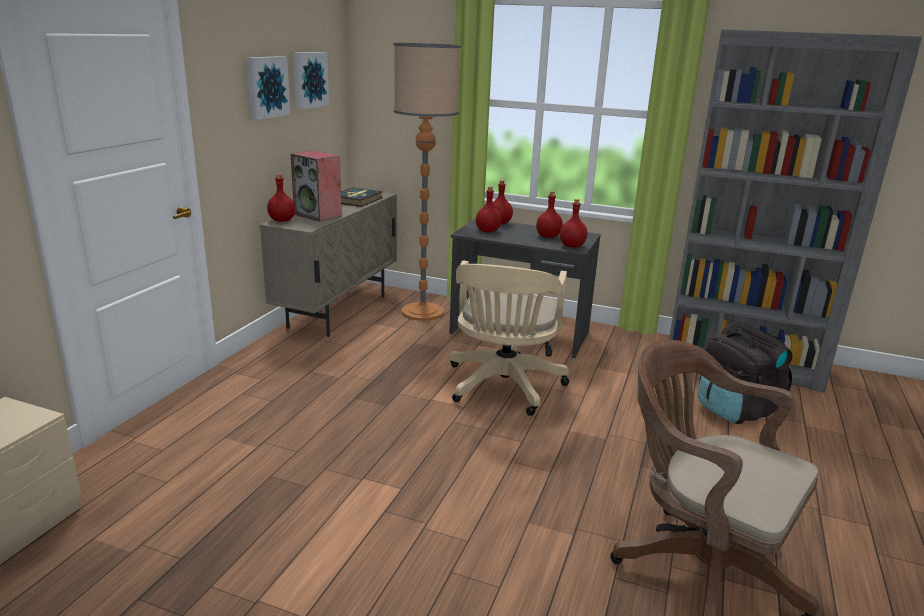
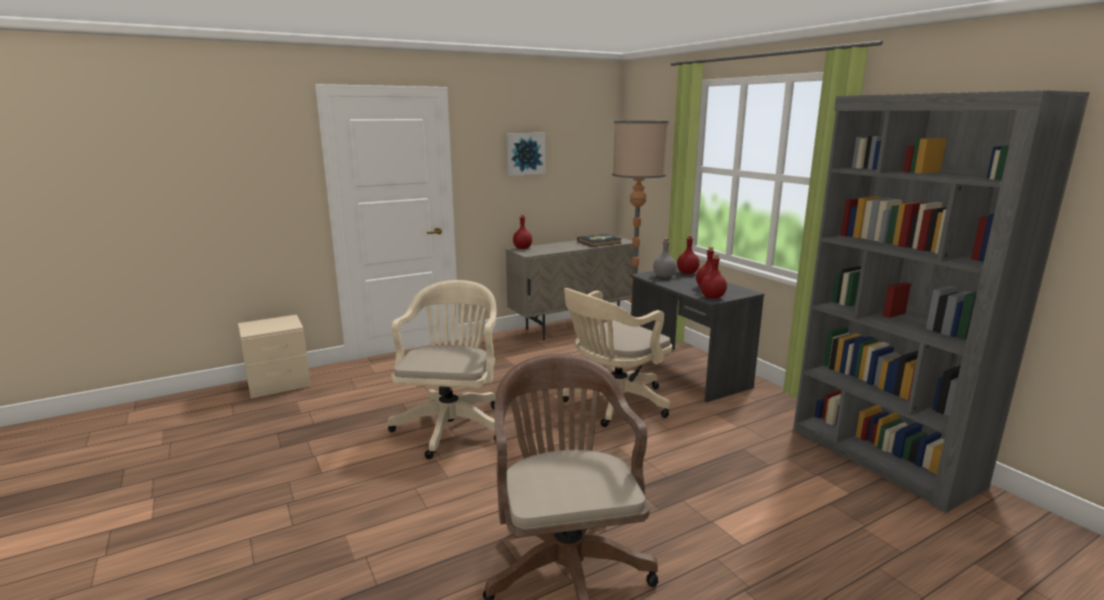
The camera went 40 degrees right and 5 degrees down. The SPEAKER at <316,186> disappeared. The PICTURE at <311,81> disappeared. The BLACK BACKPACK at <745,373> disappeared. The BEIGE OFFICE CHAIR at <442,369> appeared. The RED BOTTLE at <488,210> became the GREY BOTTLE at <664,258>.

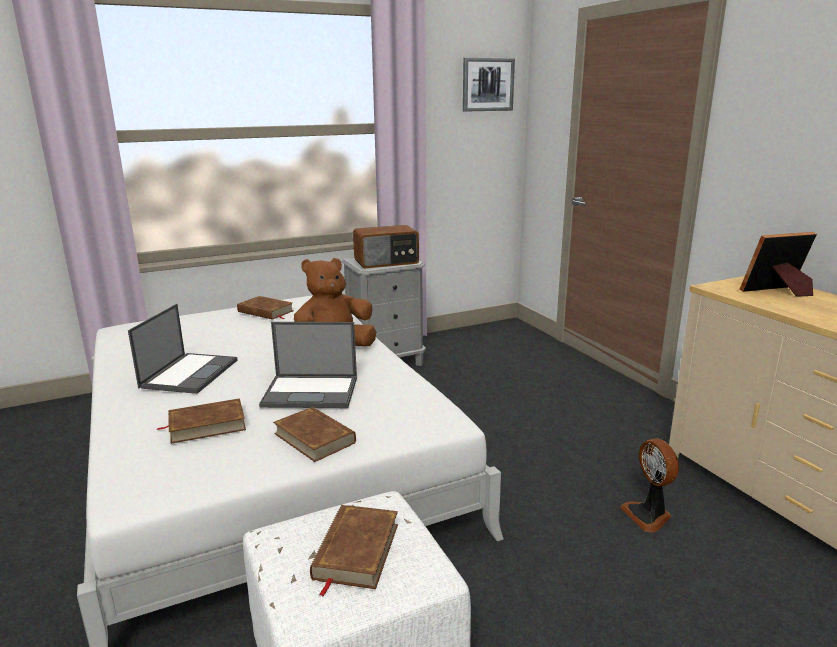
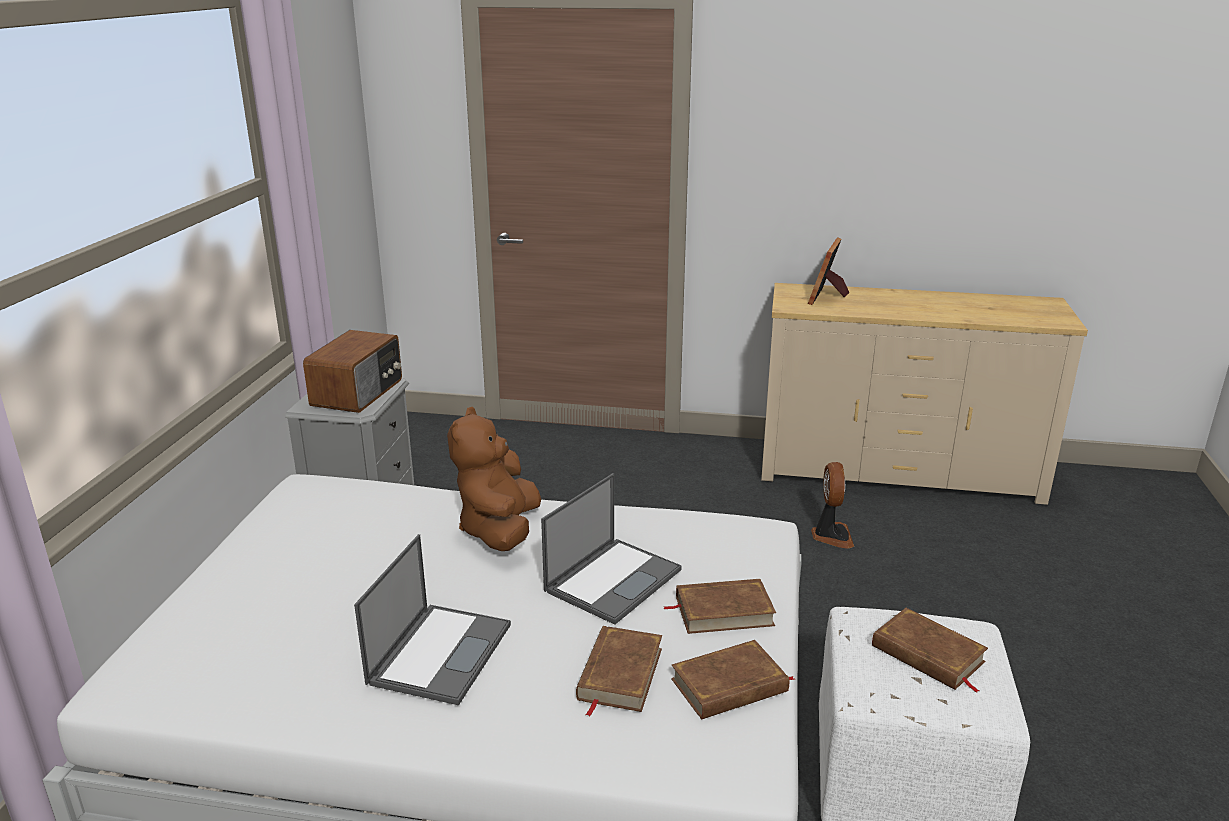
The camera went 55 degrees left and 5 degrees up. The PICTURE at <489,85> disappeared. The BROWN BOOK moved from <265,308> to <733,679>. The LAPTOP at <182,349> turned 60 degrees clockwise. The FAN at <649,486> turned 105 degrees counterclockwise.

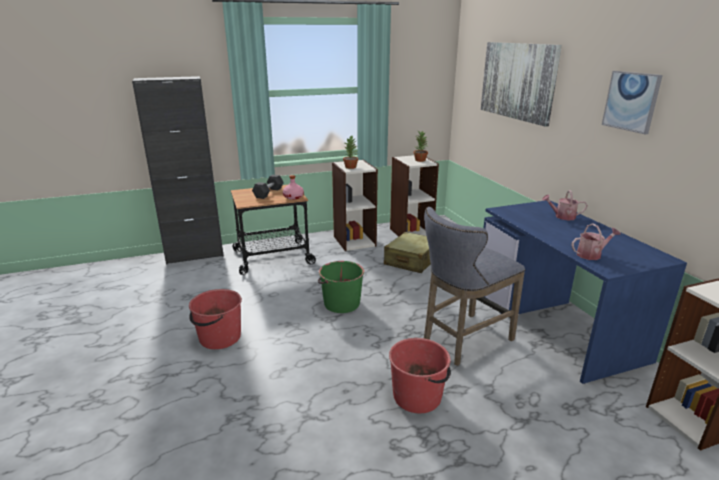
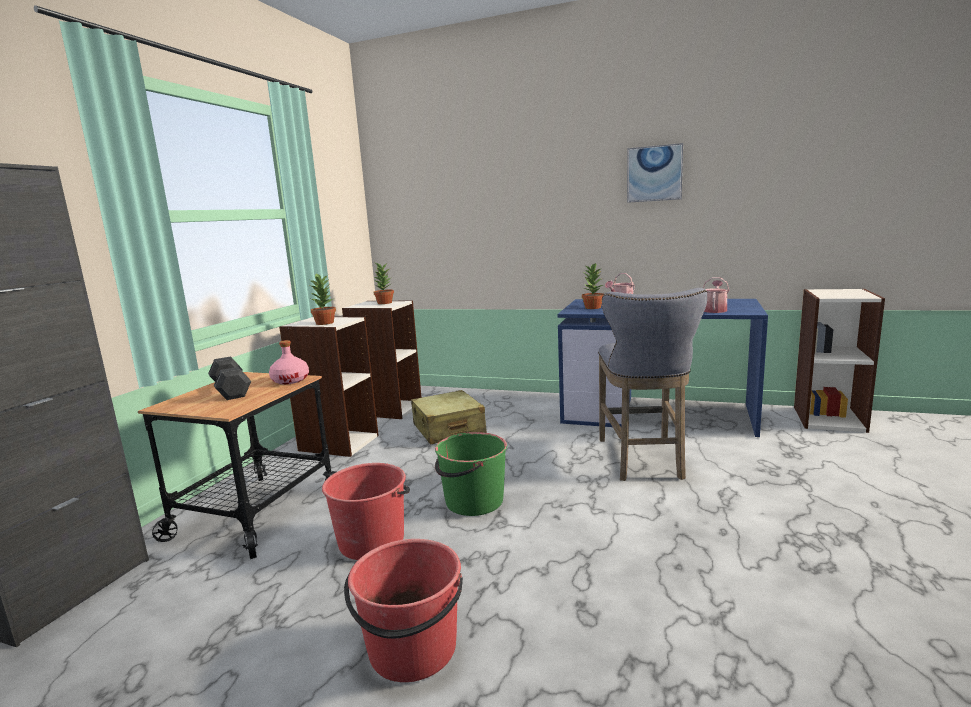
The camera went 50 degrees left and 10 degrees down. The PICTURE at <521,84> disappeared. The POTTED PLANT at <593,286> appeared. The RED BUCKET moved from <420,375> to <366,511>.

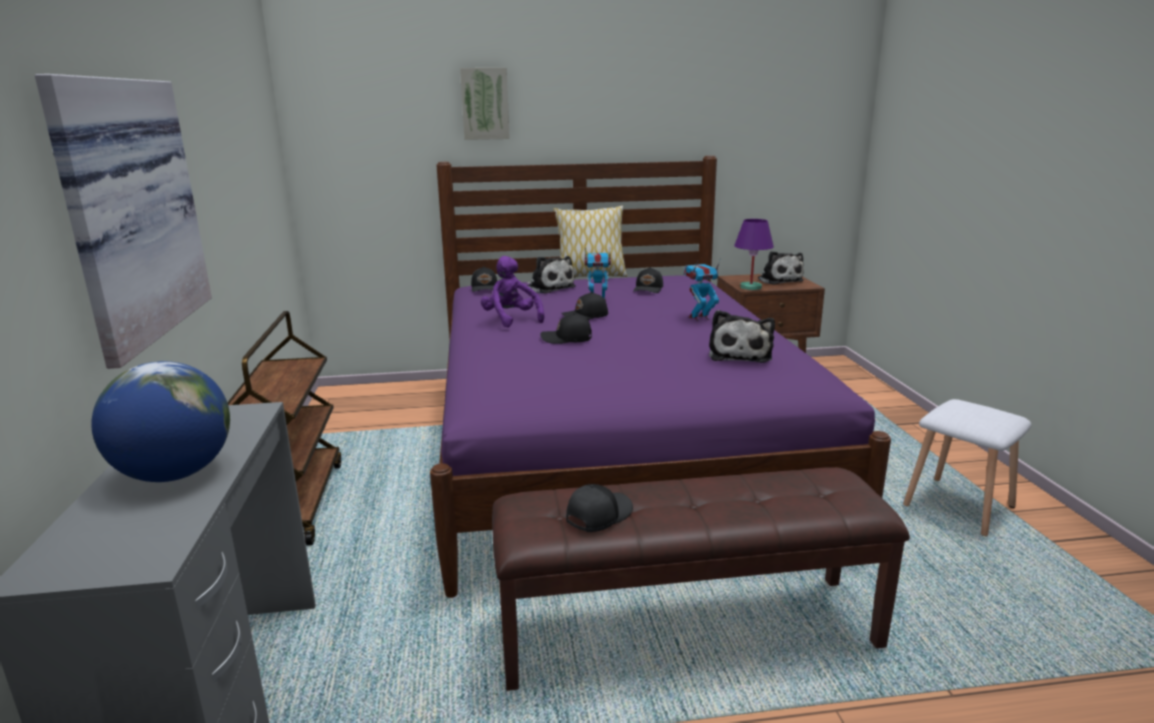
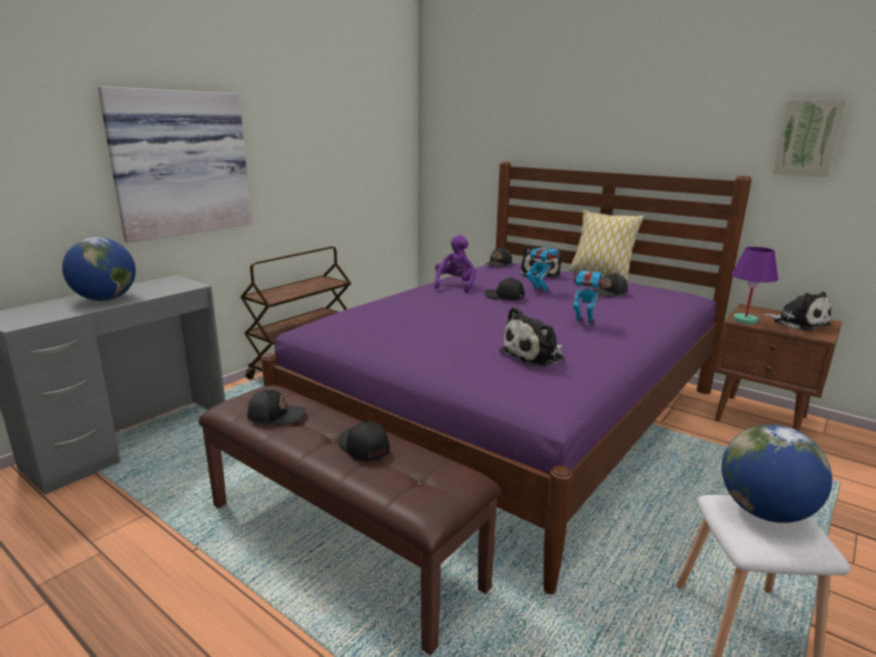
The camera went 45 degrees right and 0 degrees up. The GLOBE at <777,474> appeared. The PICTURE moved from <485,104> to <810,138>. The BLACK CAP moved from <566,328> to <364,441>. The PLUSH TOY at <781,268> turned 60 degrees counterclockwise.

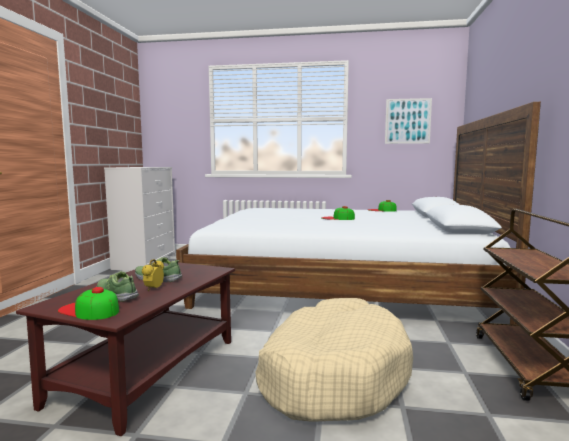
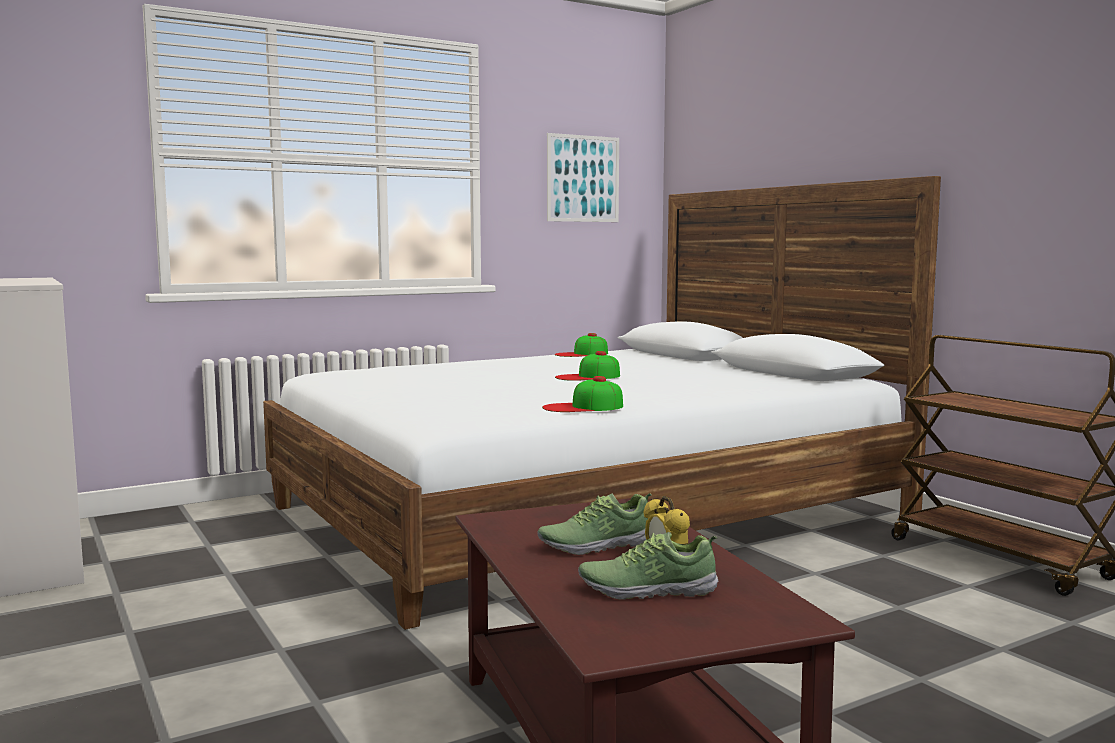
The camera went 40 degrees left and 0 degrees up. The BEIGE DOG BED at <334,360> disappeared. The CAP moved from <88,303> to <582,394>.

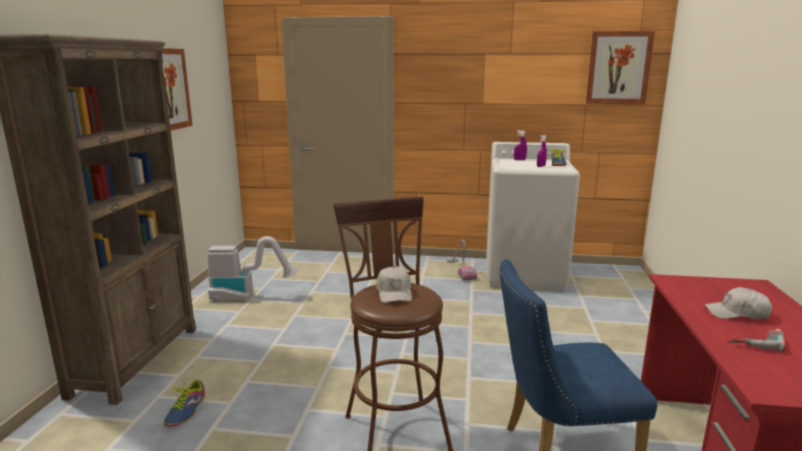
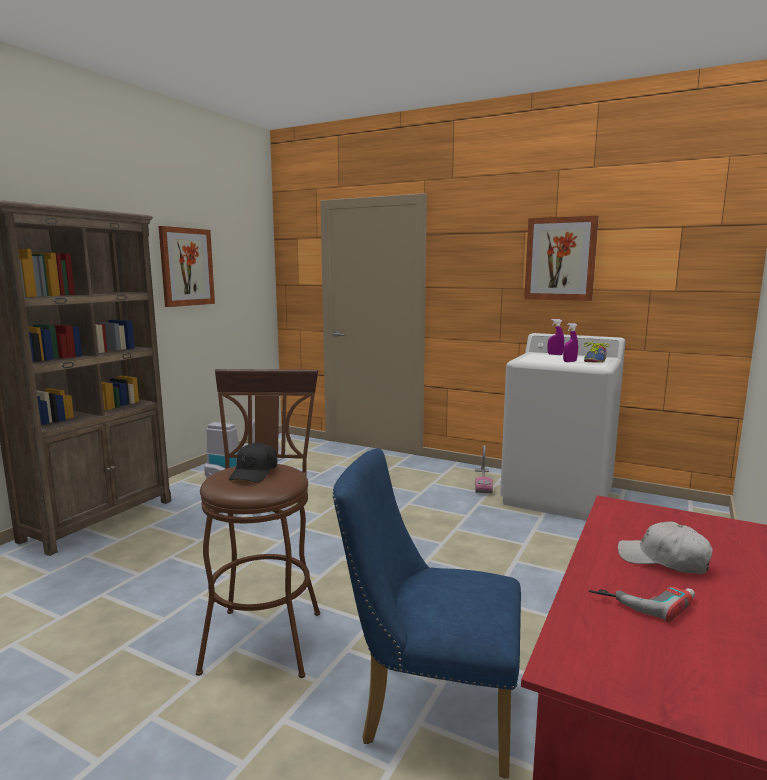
The camera went 20 degrees right and 5 degrees down. The SHOE at <185,403> disappeared. The PICTURE moved from <620,67> to <561,258>. The WHITE CAP at <394,284> became the BLACK CAP at <253,462>.

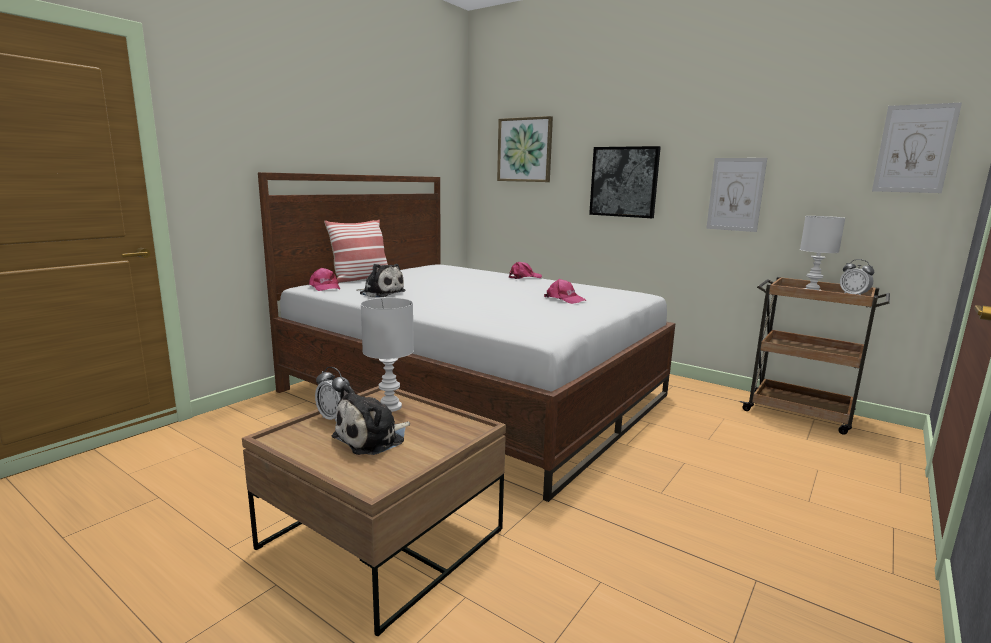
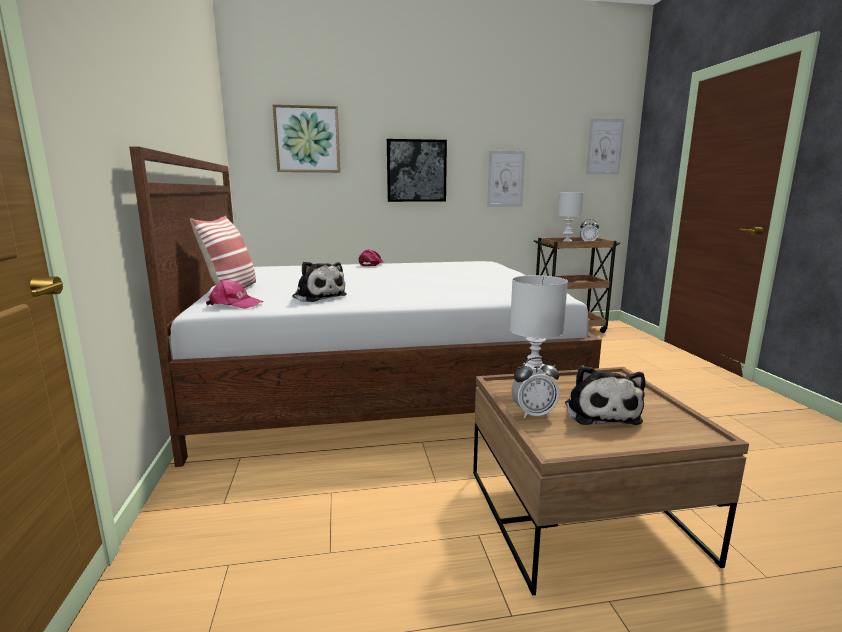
The camera went 45 degrees left and 0 degrees up. The PINK CAP at <565,291> disappeared. The PLUSH TOY at <381,280> turned 60 degrees clockwise.

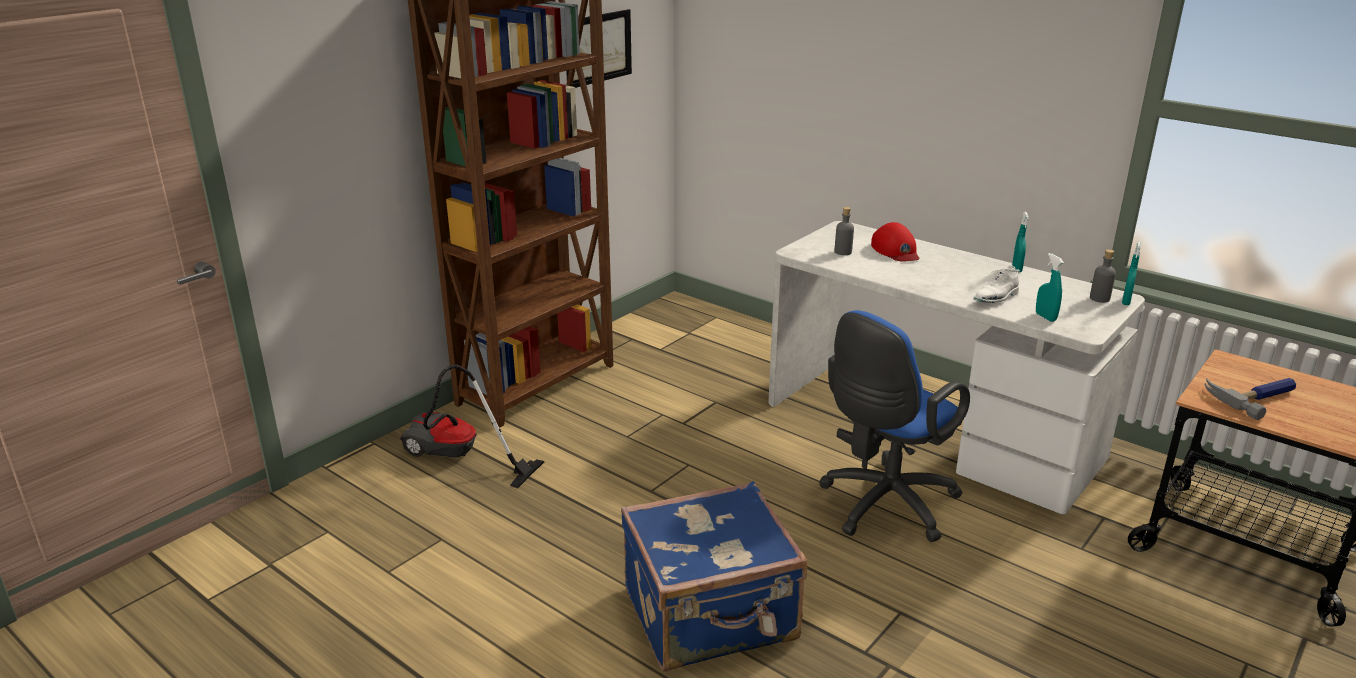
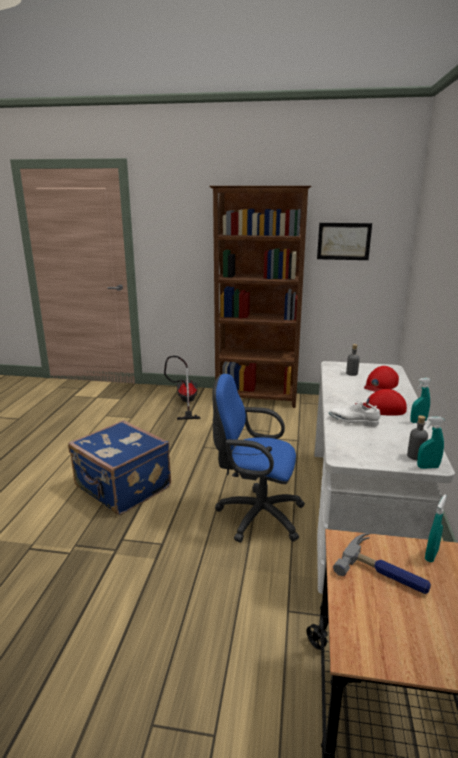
The camera went 60 degrees right and 5 degrees down. The RED CAP at <381,402> appeared. The TURQUOISE SPRAY BOTTLE moved from <1050,287> to <435,528>.

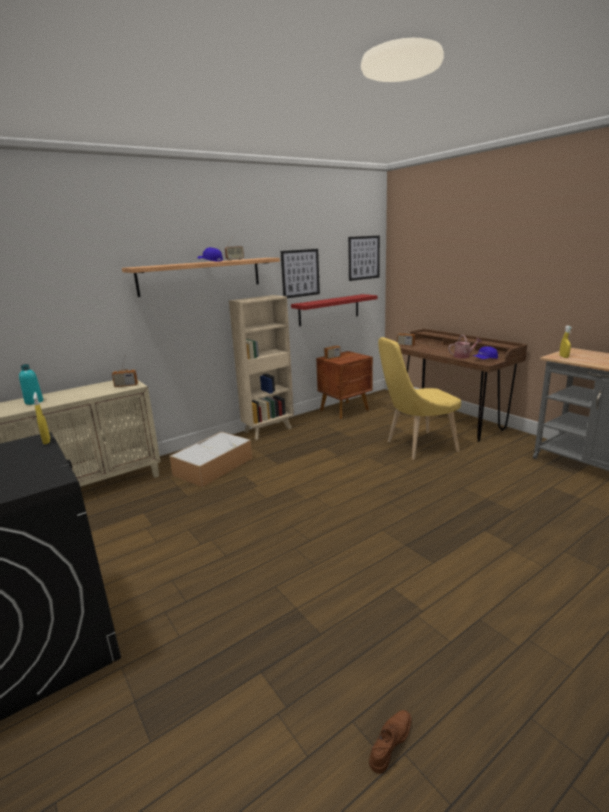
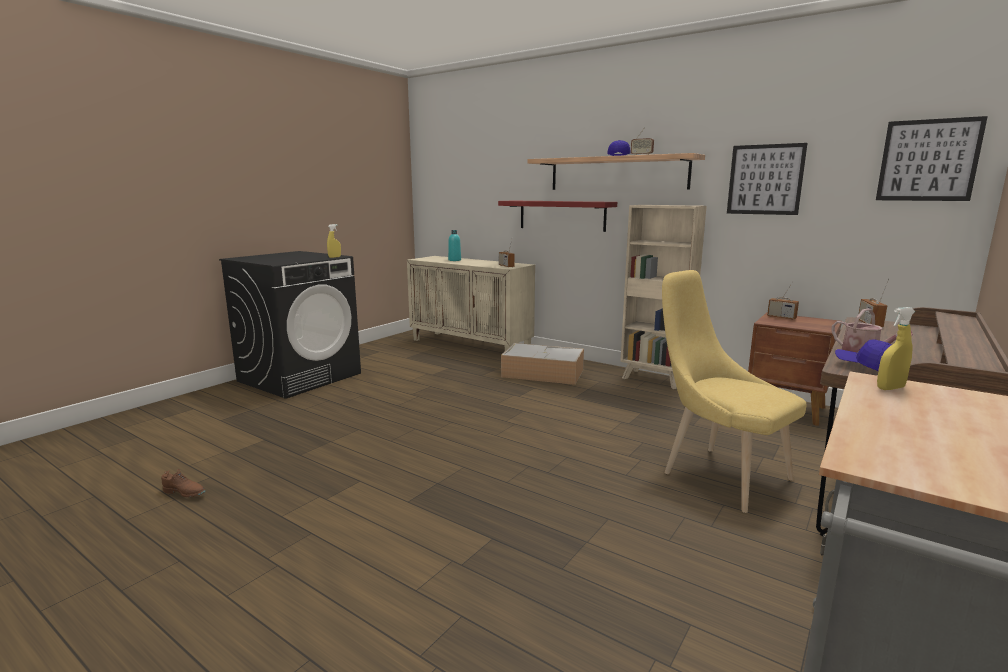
The camera went 70 degrees right and 5 degrees down. The RED SHELF moved from <334,310> to <557,216>.

